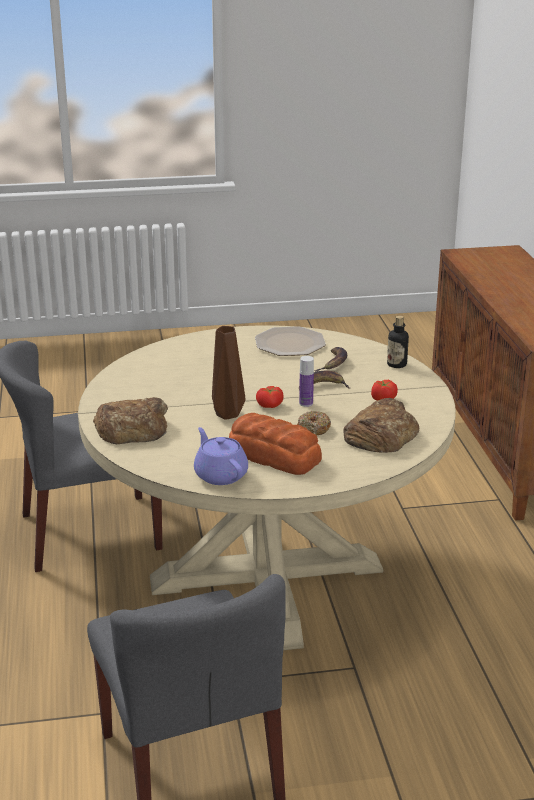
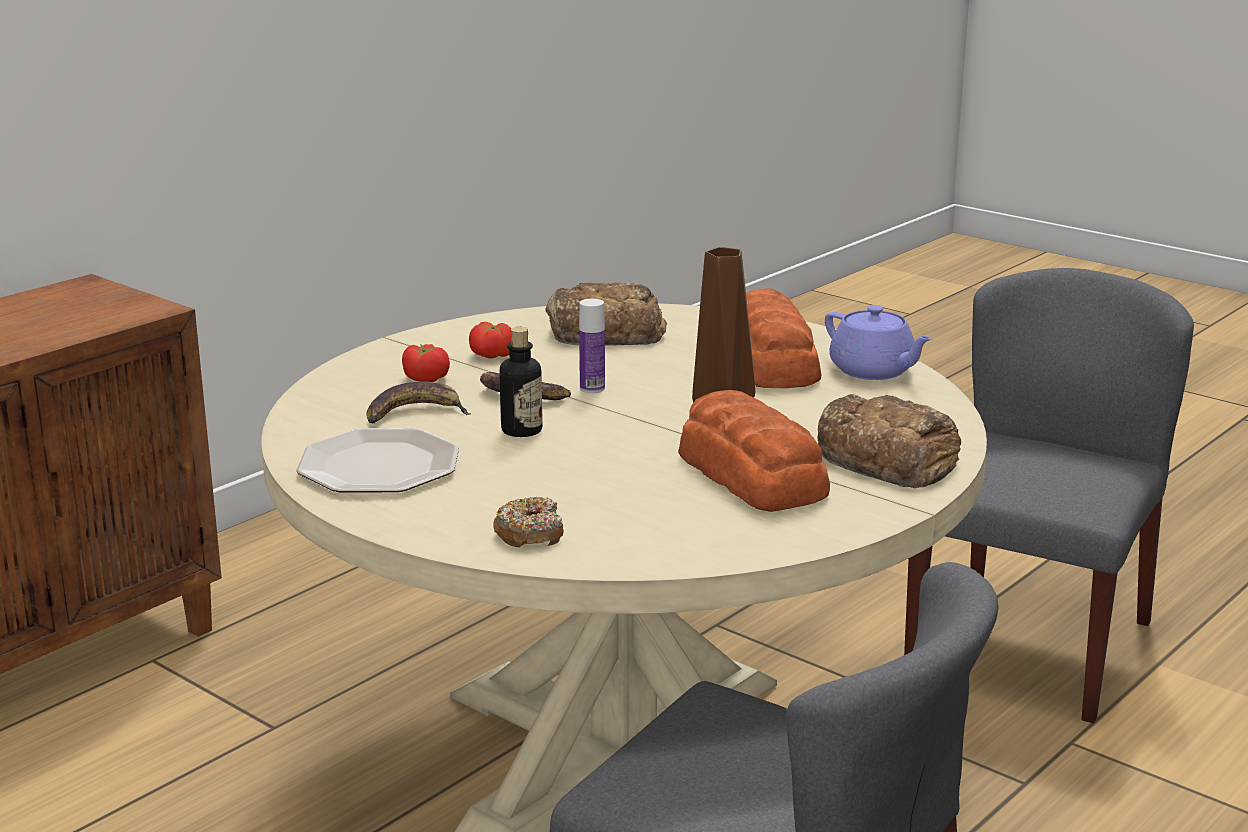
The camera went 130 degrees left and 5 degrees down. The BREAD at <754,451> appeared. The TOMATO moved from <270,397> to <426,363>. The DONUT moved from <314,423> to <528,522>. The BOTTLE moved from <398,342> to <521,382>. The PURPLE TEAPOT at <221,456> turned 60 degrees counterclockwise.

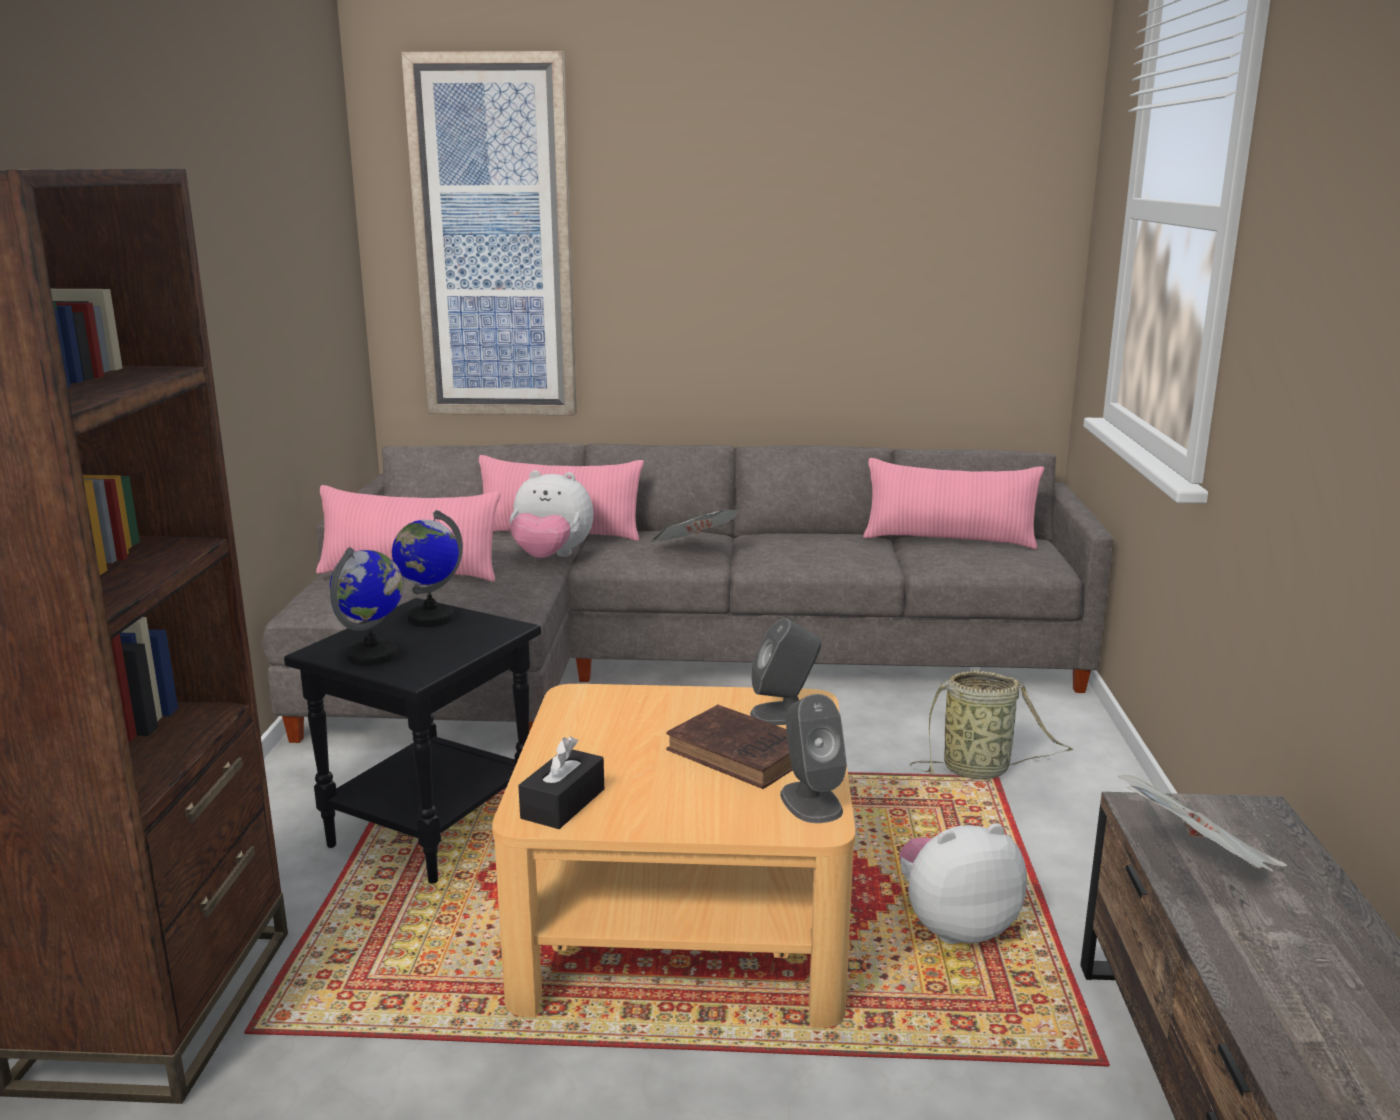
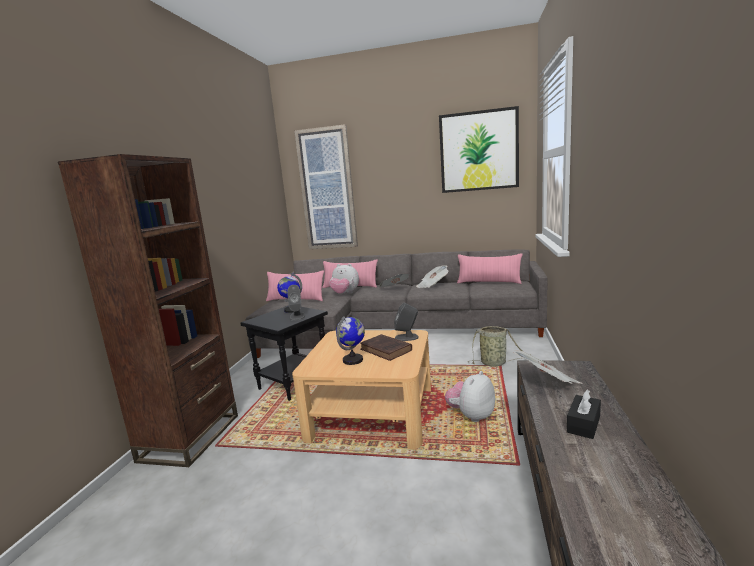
The camera went 10 degrees right and 5 degrees down. The NEWSPAPER at <432,276> appeared. The PICTURE at <479,149> appeared. The GLOBE moved from <366,606> to <350,340>. The BLACK TISSUE BOX moved from <561,782> to <584,414>. The GREY SPEAKER moved from <813,758> to <296,303>. The PLUSH TOY at <963,883> turned 45 degrees counterclockwise.

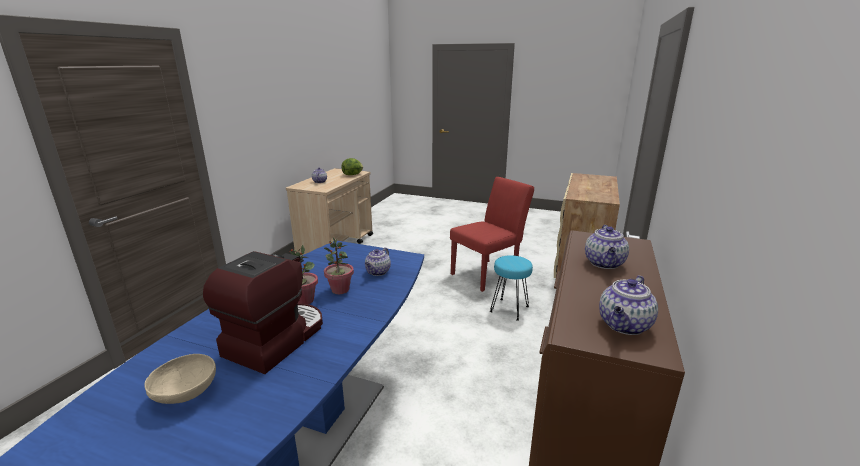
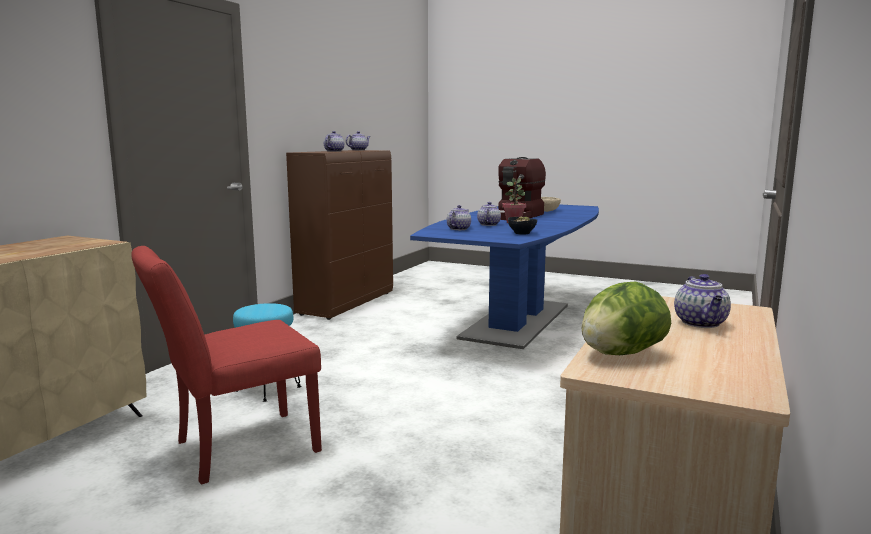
The camera went 175 degrees left and 10 degrees down. The BOWL at <522,226> appeared. The POTTED PLANT at <339,265> was replaced by the TEAPOT at <489,214>.

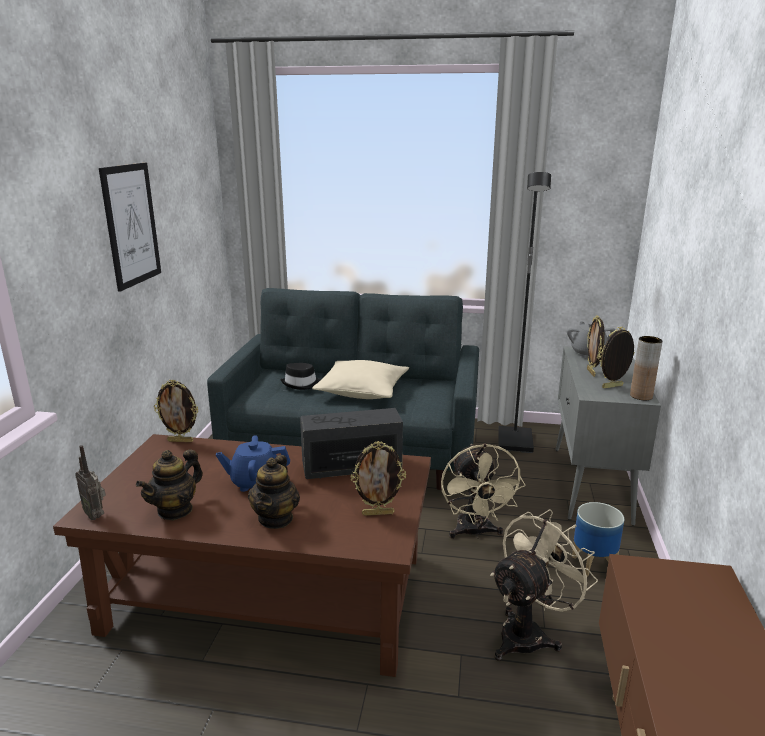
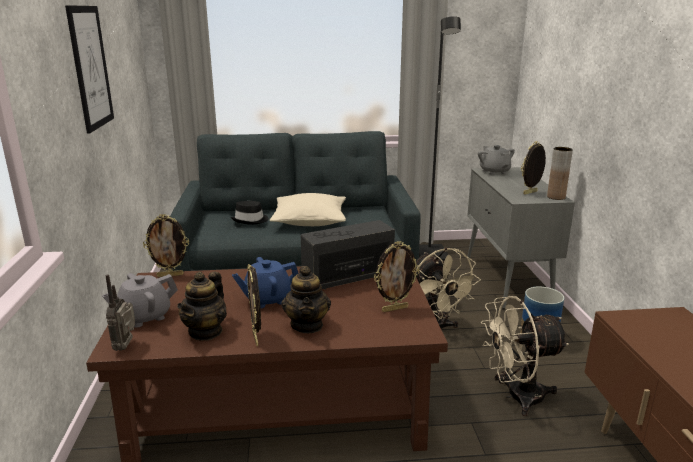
The camera went 15 degrees left and 0 degrees up. The GREY TEAPOT at <140,300> appeared. The PICTURE FRAME moved from <596,346> to <254,305>. The RADIO at <90,482> turned 60 degrees clockwise. The BEIGE FAN at <544,585> turned 135 degrees counterclockwise.

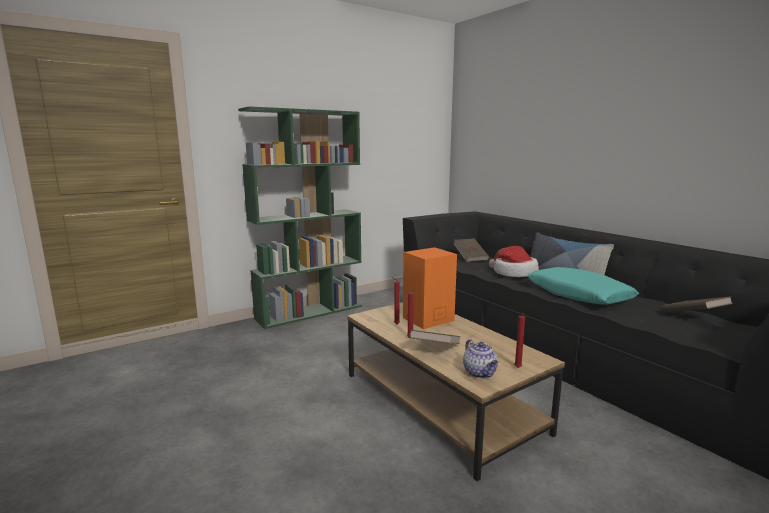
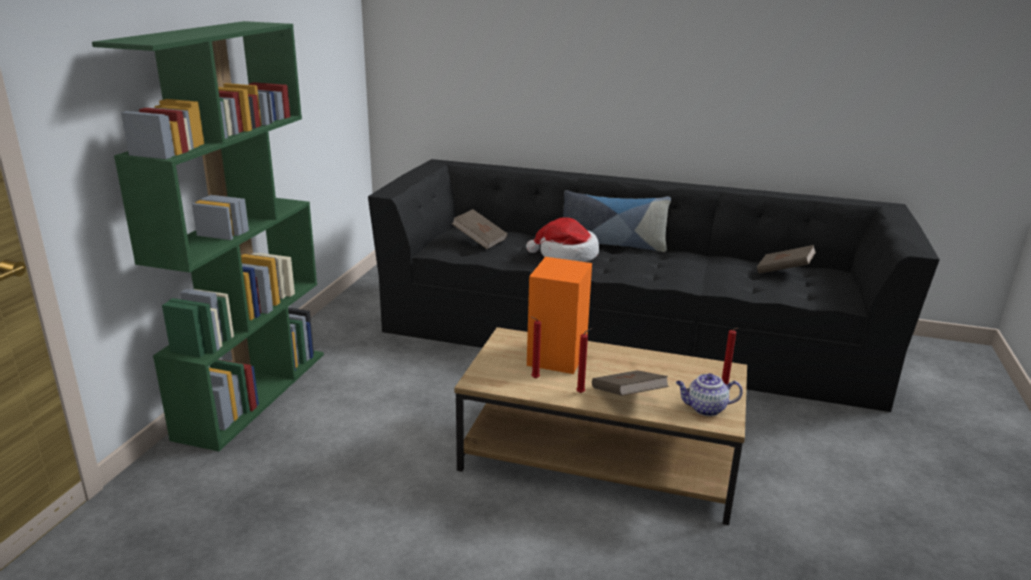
The camera went 40 degrees left and 10 degrees up. The TURQUOISE PILLOW at <583,286> disappeared. The TEAPOT at <480,358> turned 150 degrees clockwise.

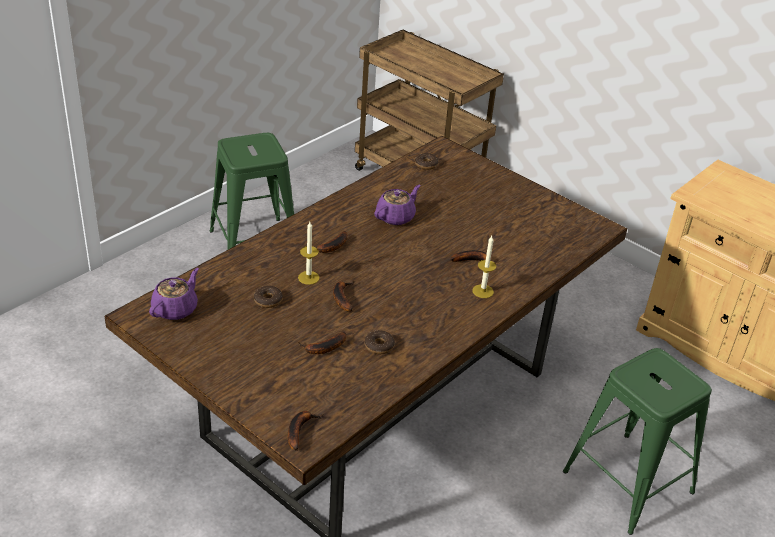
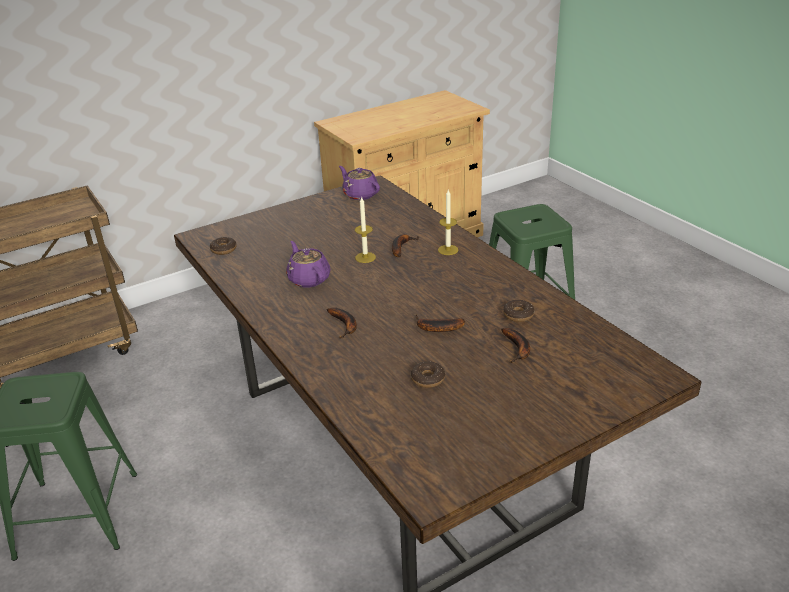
The camera went 70 degrees left and 5 degrees down. The BANANA at <306,431> disappeared. The PURPLE TEAPOT moved from <174,294> to <359,183>. The CANDLE moved from <309,253> to <365,230>.

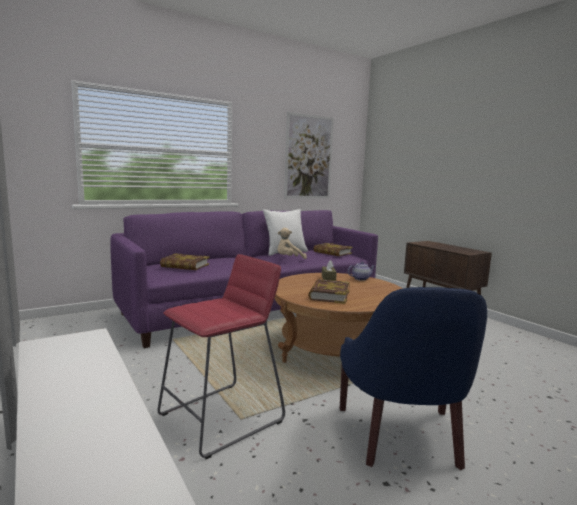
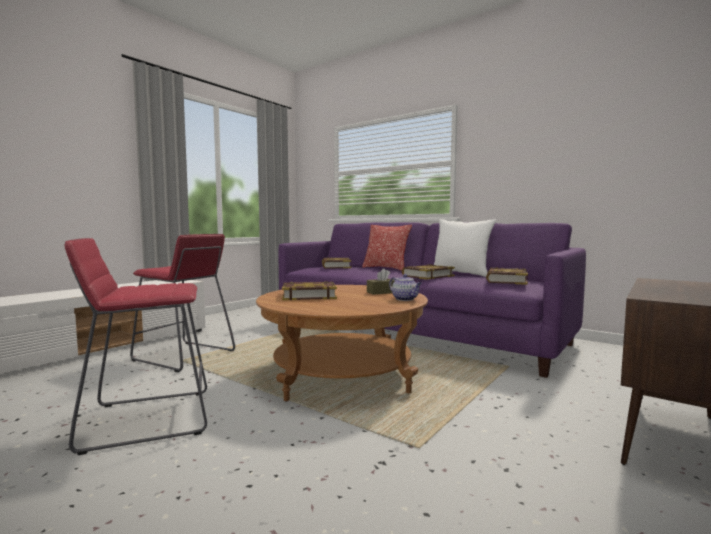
The camera went 70 degrees right and 5 degrees down. The PICTURE at <309,155> disappeared. The PILLOW at <387,247> appeared. The BEIGE PLUSH TOY at <292,243> was replaced by the BOOK at <428,272>. The BLUE ARMCHAIR at <413,378> was replaced by the RED STOOL at <135,346>.

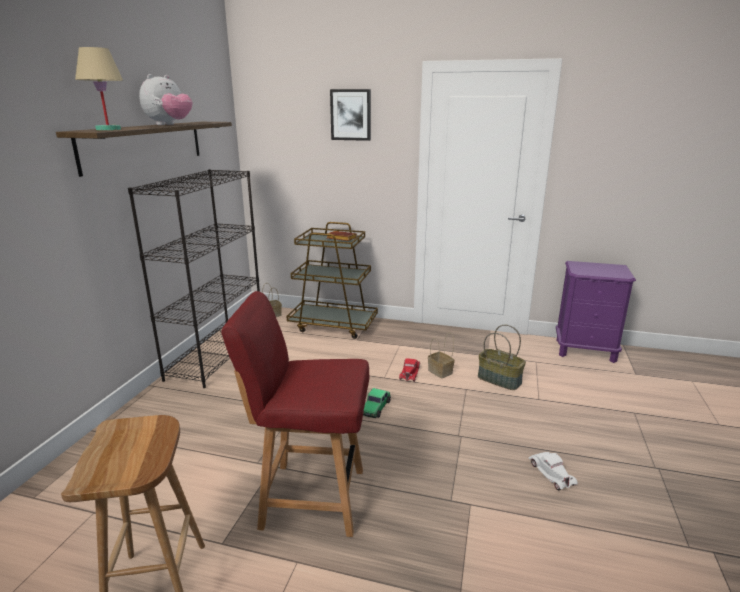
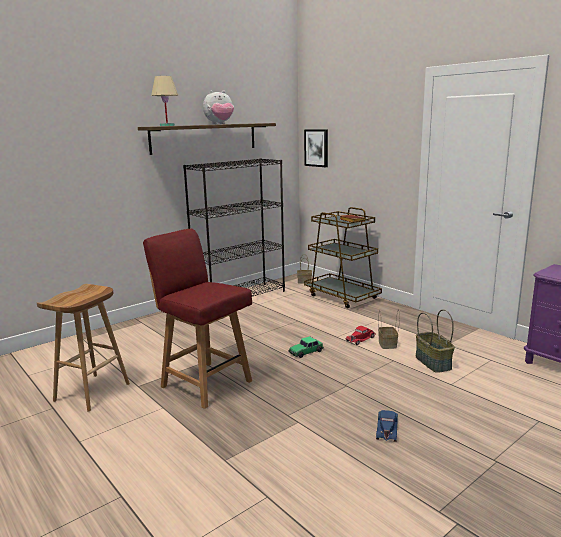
The camera went 35 degrees right and 5 degrees down. The PICTURE moved from <350,115> to <316,148>. The WHITE TOY CAR at <553,471> became the BLUE TOY CAR at <387,426>.

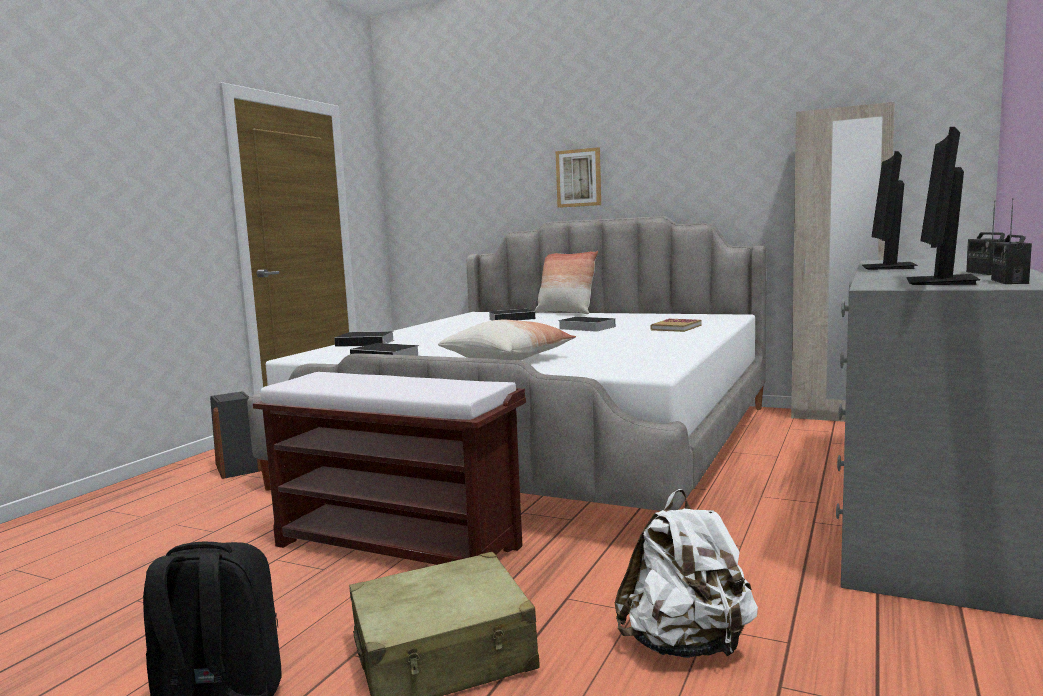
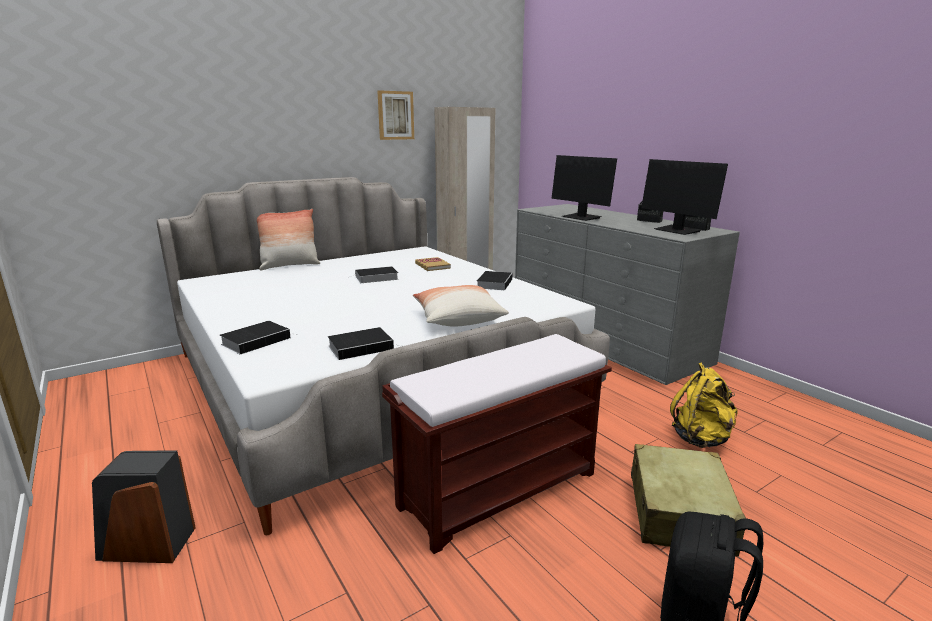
The camera went 60 degrees left and 10 degrees up. The BOOK moved from <512,315> to <494,280>. The PICTURE moved from <578,177> to <395,115>. The WHITE BACKPACK at <686,573> became the YELLOW BACKPACK at <704,405>.

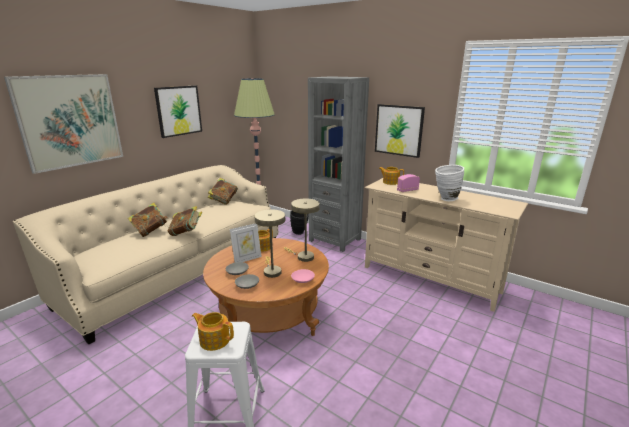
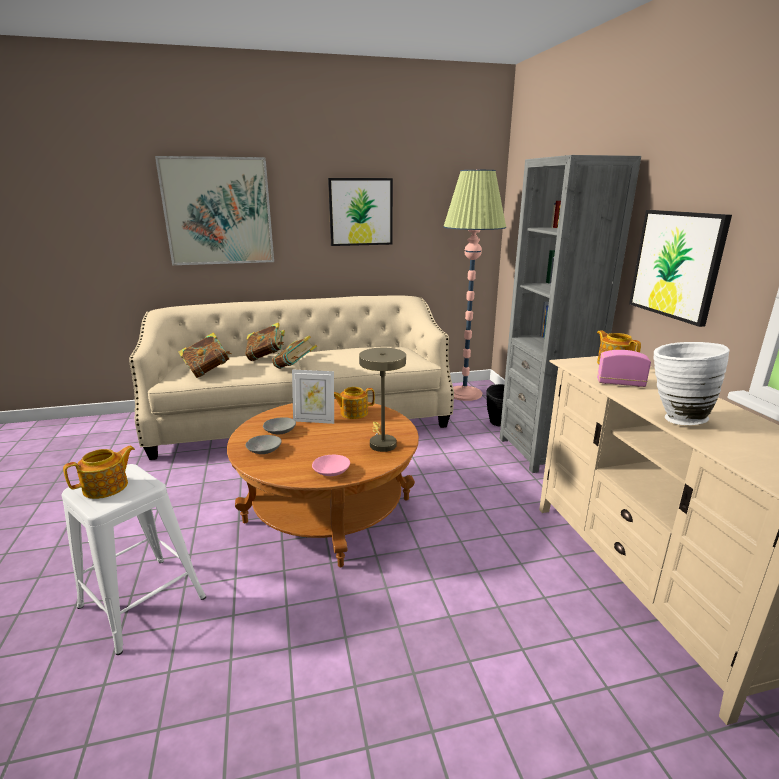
The camera went 40 degrees right and 0 degrees up. The BEIGE TABLE LAMP at <269,243> disappeared. The BOOK moved from <223,191> to <204,355>. The TEAPOT at <213,331> turned 75 degrees clockwise.

